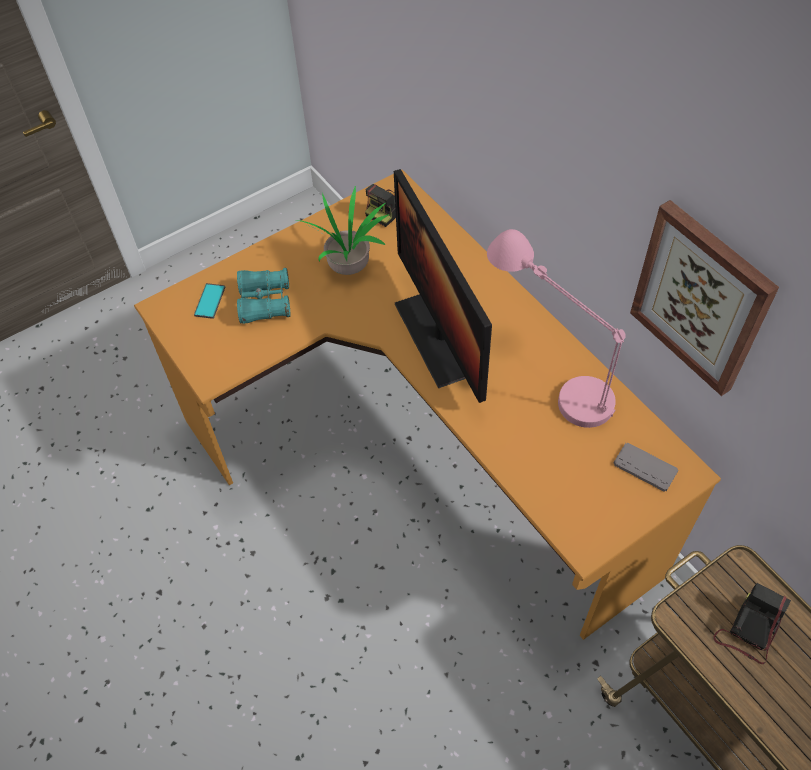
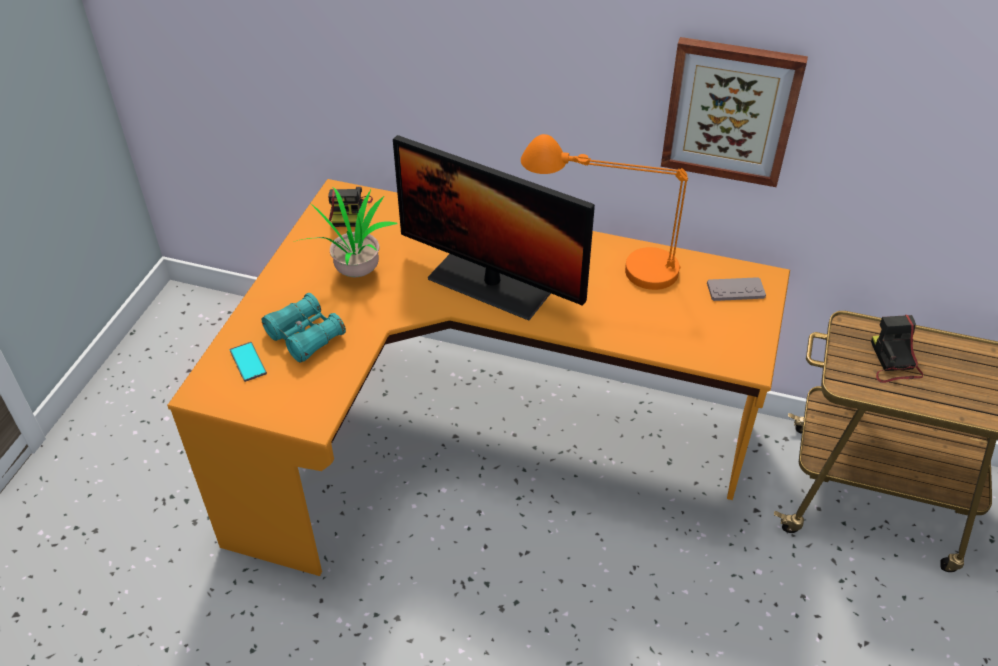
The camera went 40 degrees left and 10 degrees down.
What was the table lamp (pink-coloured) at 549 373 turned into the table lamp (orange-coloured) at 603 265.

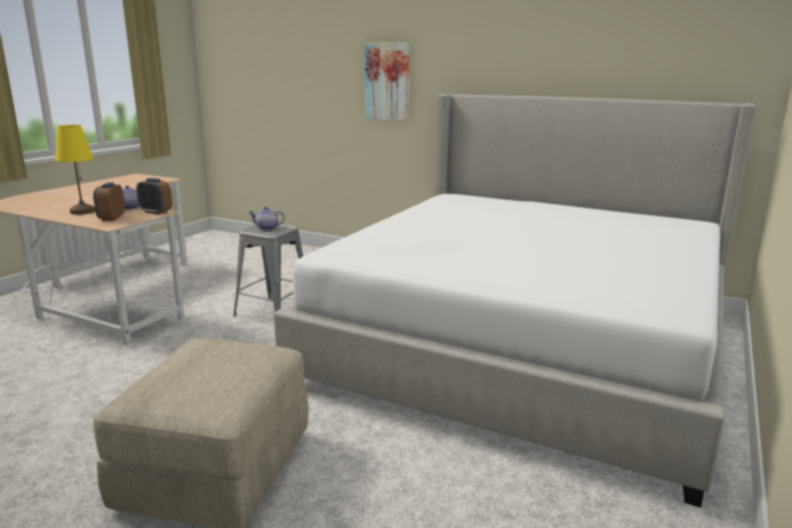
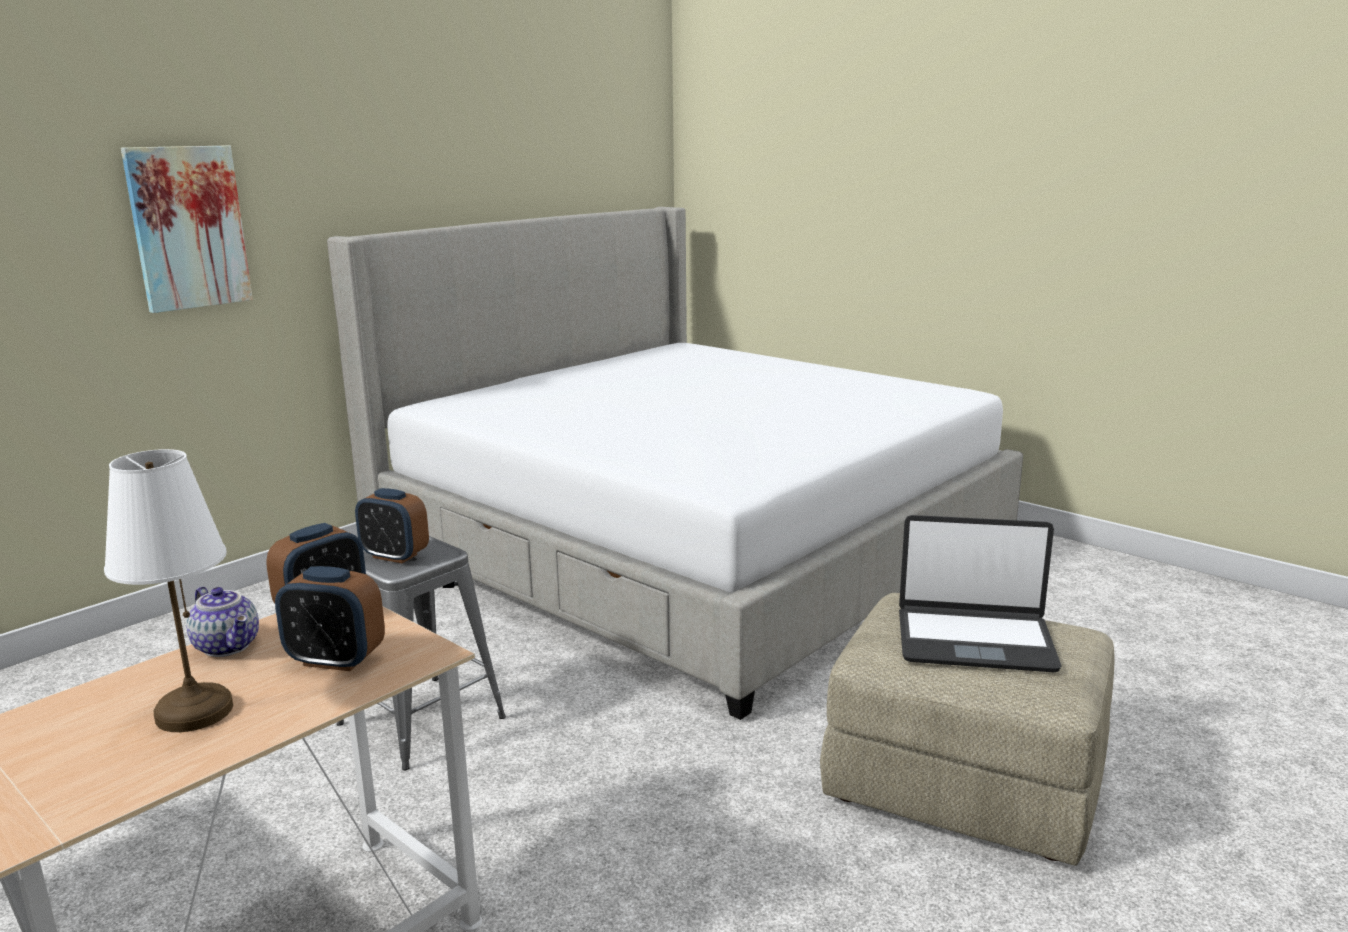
The camera went 75 degrees left and 0 degrees up.
The second view gained the notebook computer at 974 640.
Where the pot for tea stood at 266 228, the alarm clock came to stand at 395 556.
What was the table lamp (yellowish) at 82 211 turned into the table lamp (white-coloured) at 194 713.

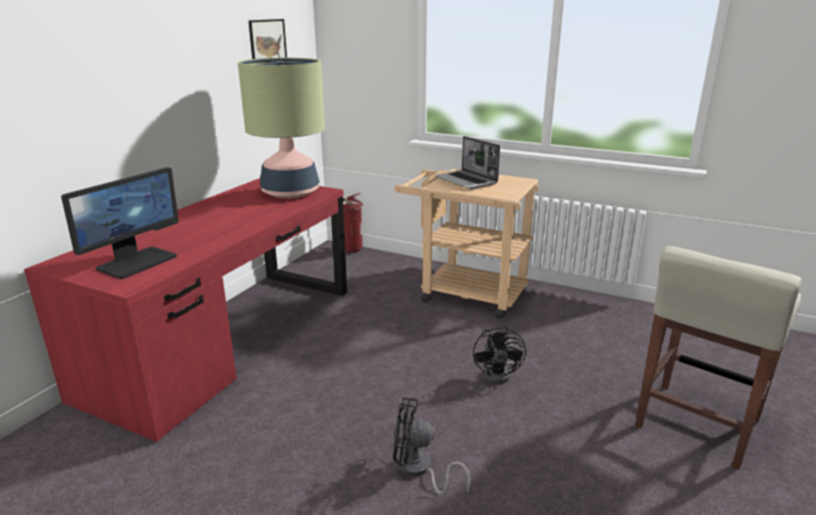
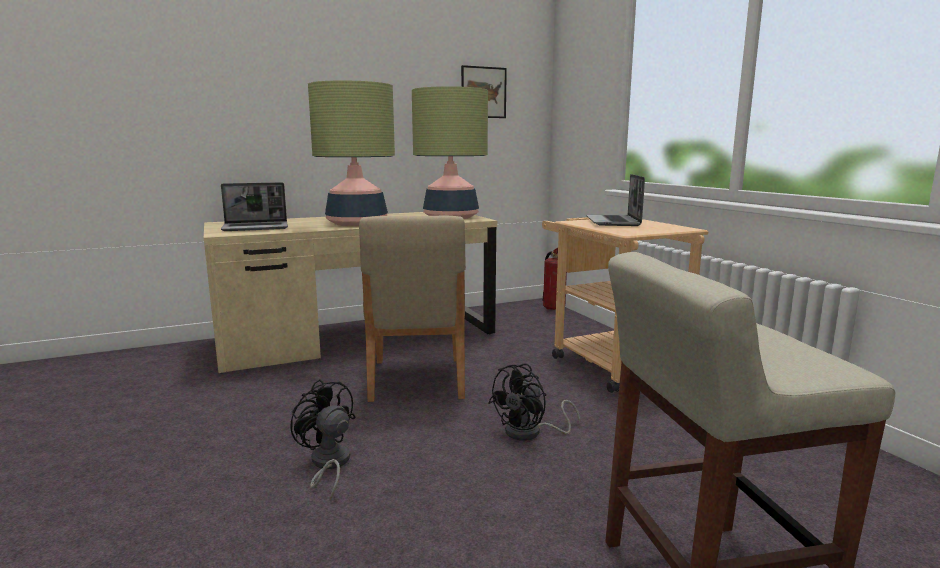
The camera went 40 degrees right and 10 degrees down.
The second view gained the table lamp at 357 223.
The second view gained the chair (beige) at 416 379.
Where the computer display stood at 137 262, the notebook computer came to stand at 256 228.
What was the desk unit (reddish) at 227 340 turned into the desk unit (beige) at 358 336.

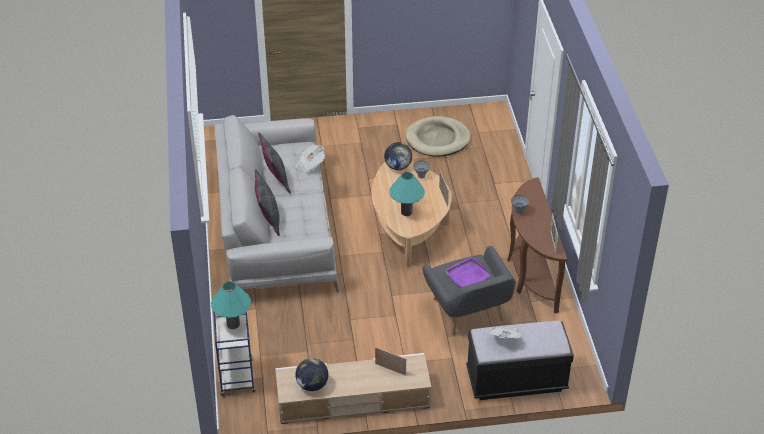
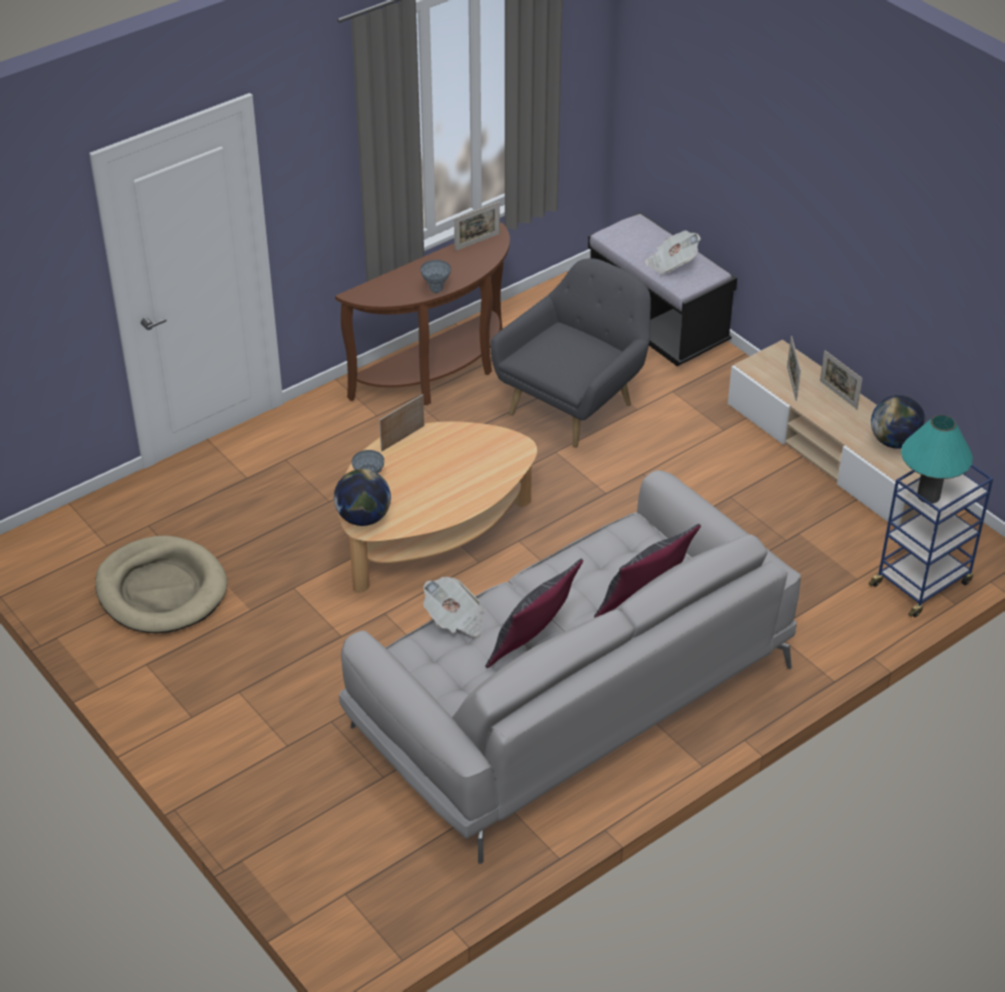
The camera went 120 degrees left and 0 degrees up.
The second view lost the table lamp (turquoise) at 406 212.
The second view lost the tray (purple-coloured) at 467 275.
The second view gained the picture frame at 838 395.

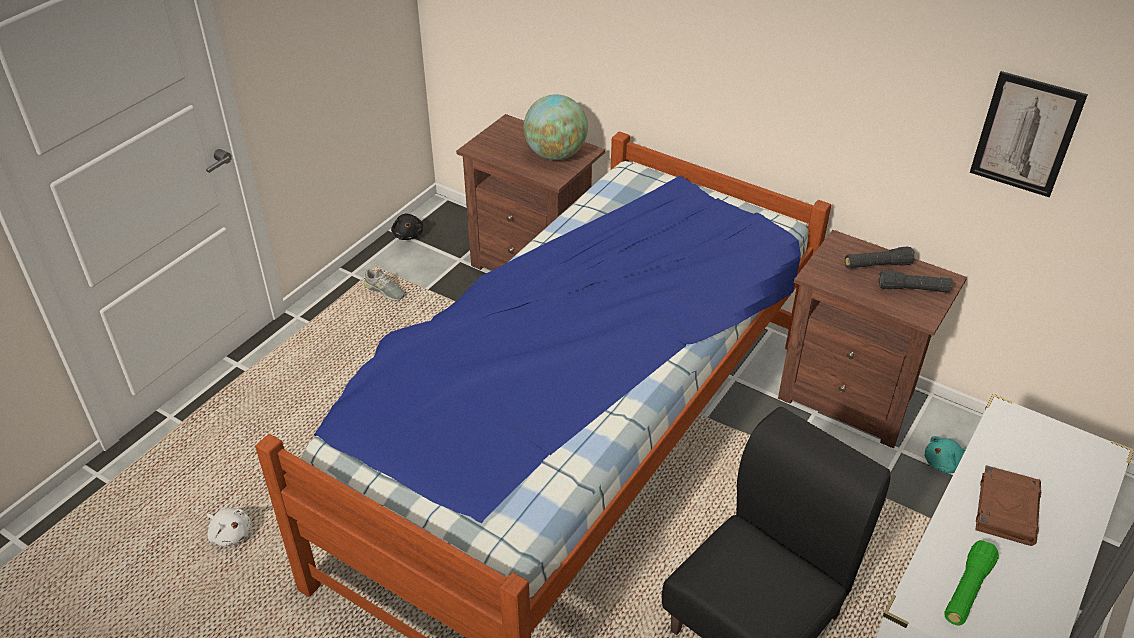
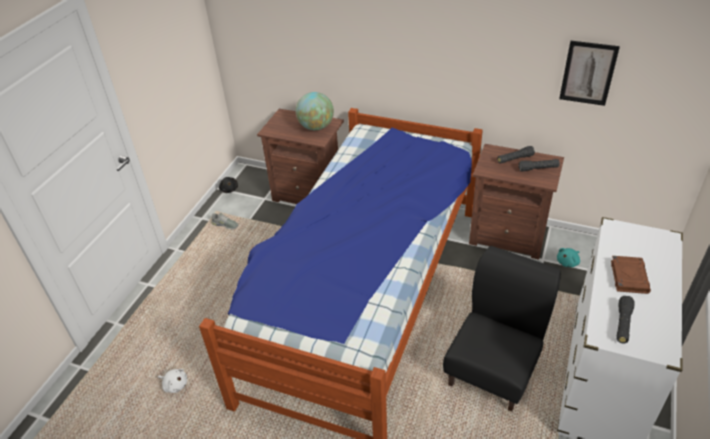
The camera went 10 degrees left and 0 degrees up.
What was the hand torch (green) at 967 590 turned into the hand torch (blackish) at 623 324.

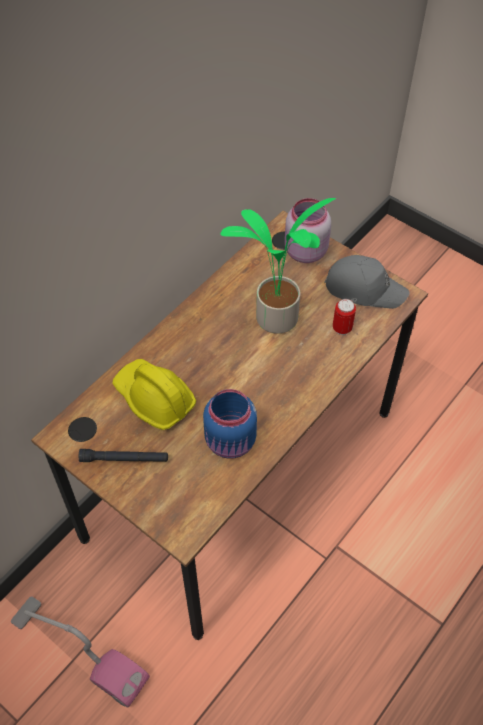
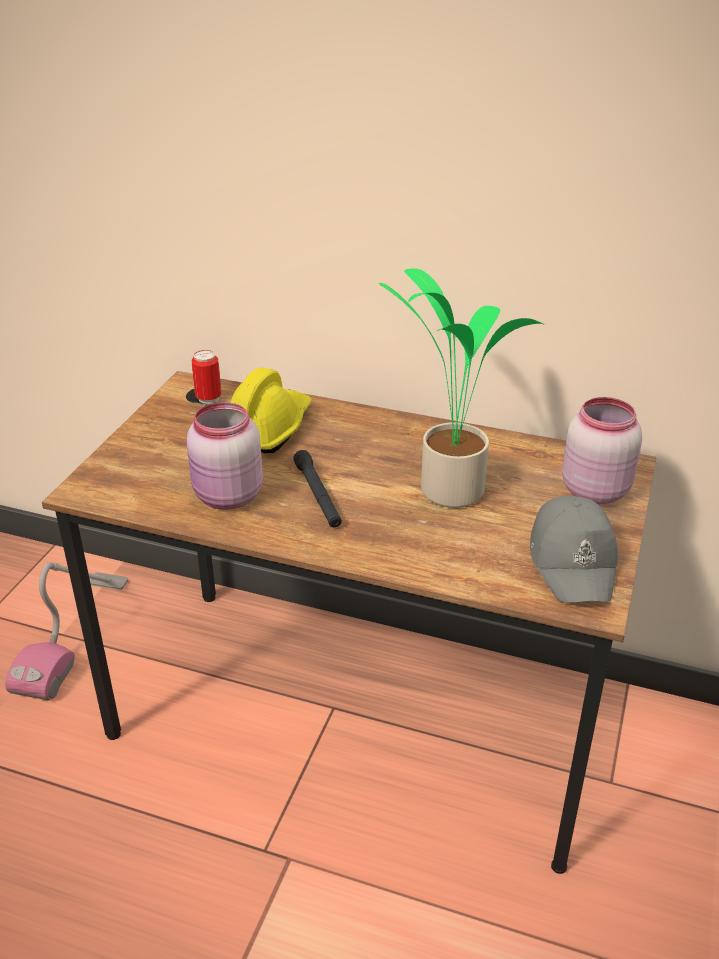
The camera went 70 degrees right and 20 degrees down.
The hand torch (blackish) ended up elsewhere, having gone from 124 459 to 318 495.
The can ended up elsewhere, having gone from 342 328 to 208 398.
What was the jar (blue-coloured) at 231 442 turned into the jar (pink-coloured) at 227 497.

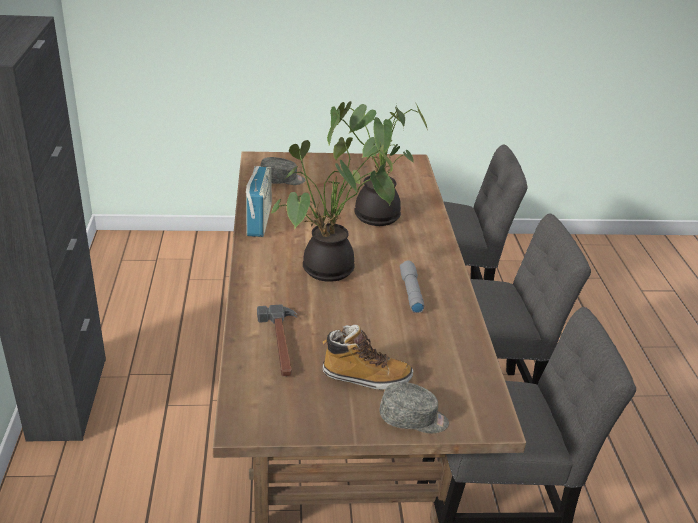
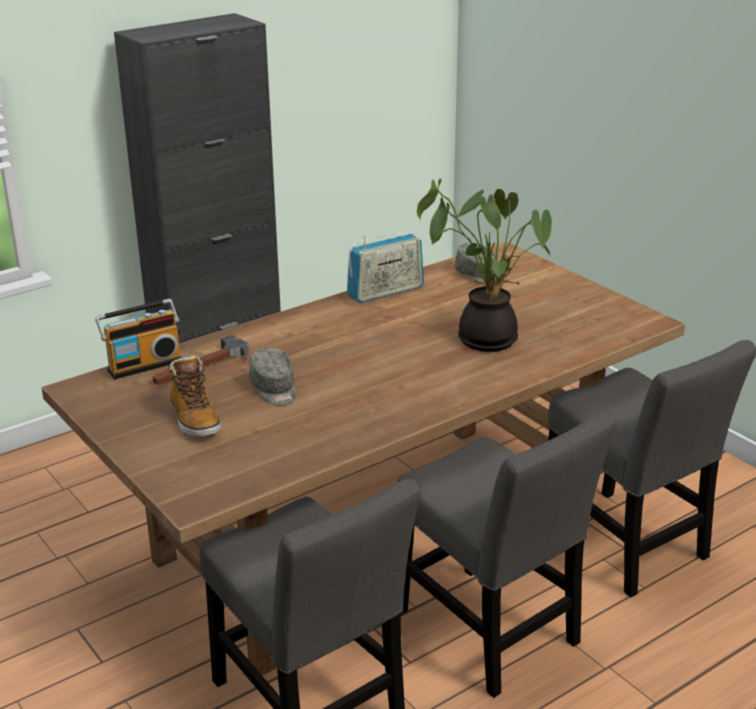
The camera went 60 degrees right and 5 degrees down.
The second view lost the plant in a pot at 327 272.
The second view lost the hand torch (greyish) at 410 292.
The second view gained the radio receiver at 143 364.
The cap (greyish) ended up elsewhere, having gone from 413 419 to 274 389.

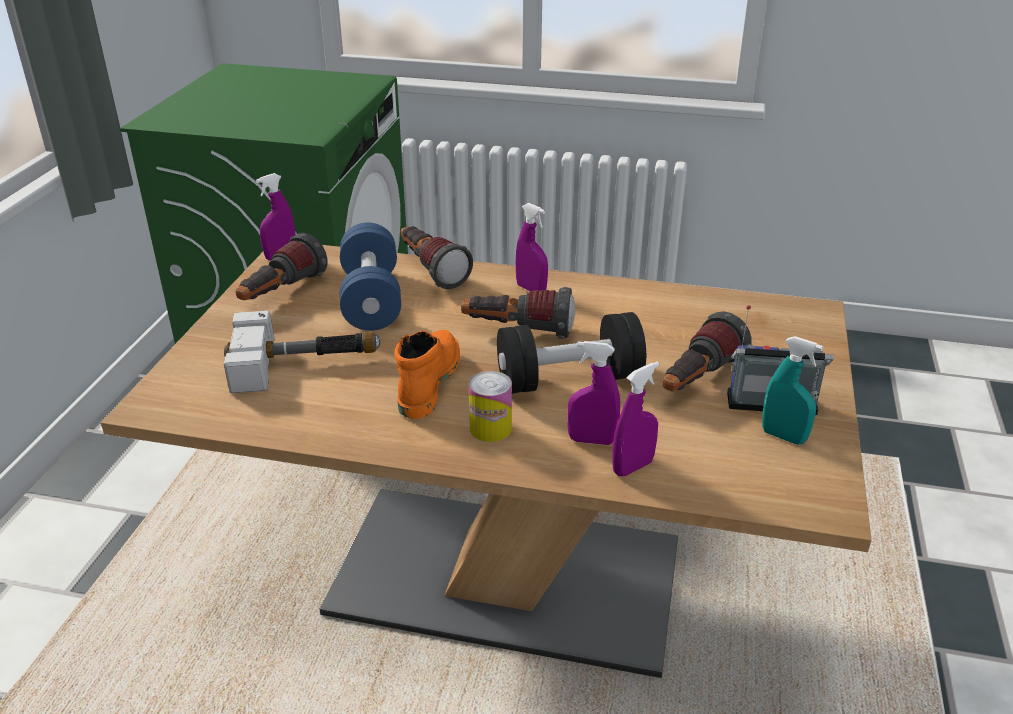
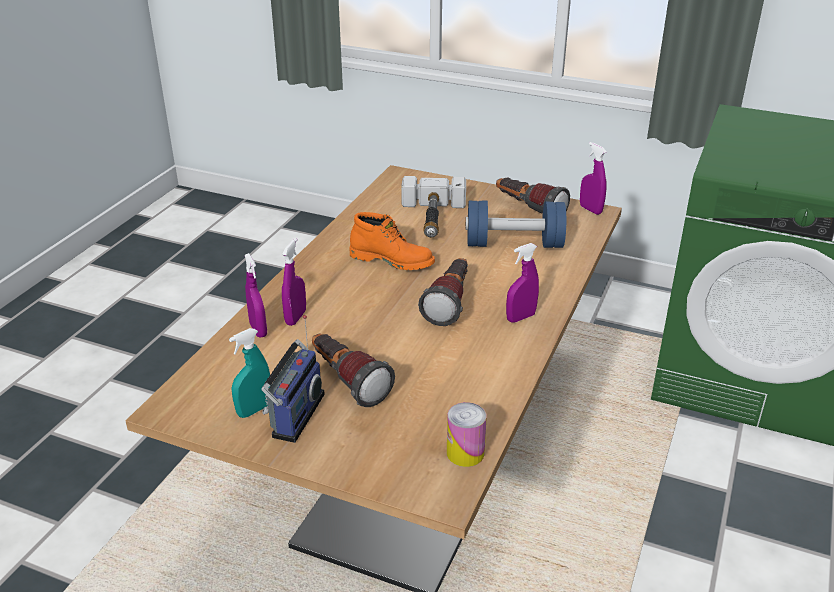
The camera went 100 degrees right and 0 degrees up.
The second view lost the hand torch at 430 270.
The second view lost the free weight (blackish) at 569 379.
The can ended up elsewhere, having gone from 490 428 to 465 453.

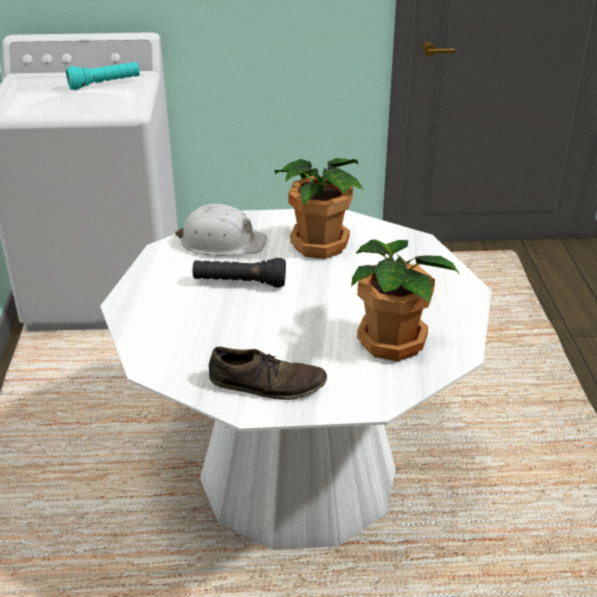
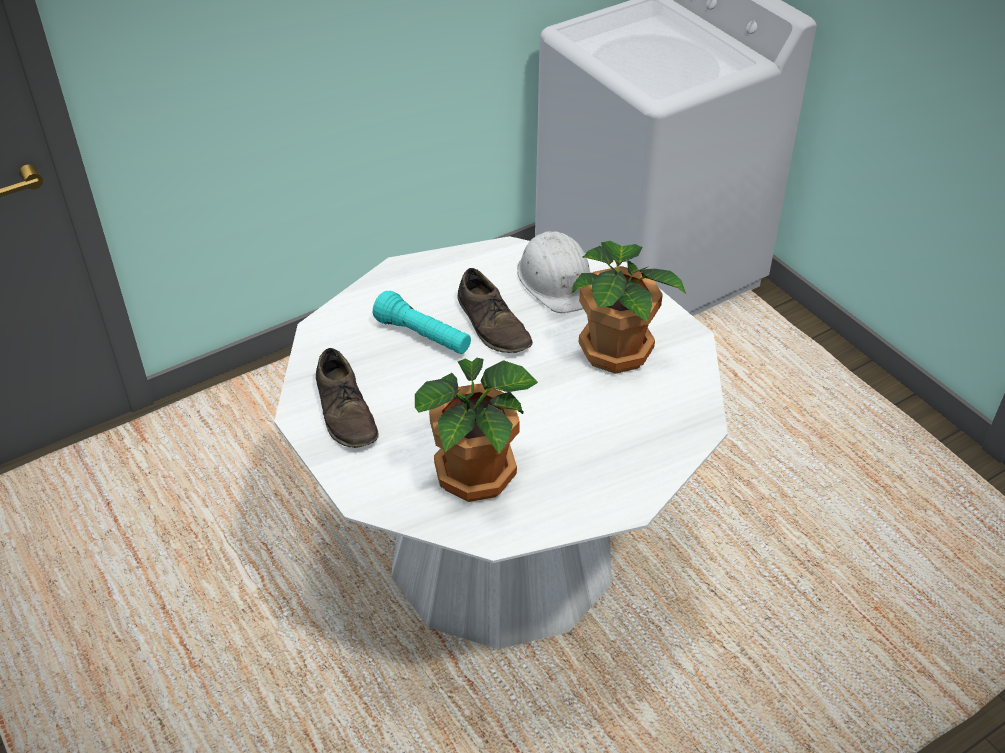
The camera went 60 degrees right and 10 degrees up.
The hand torch (turquoise) ended up elsewhere, having gone from 105 84 to 423 336.
Where the hand torch (blackish) stood at 239 283, the shoe (brown) came to stand at 493 325.

